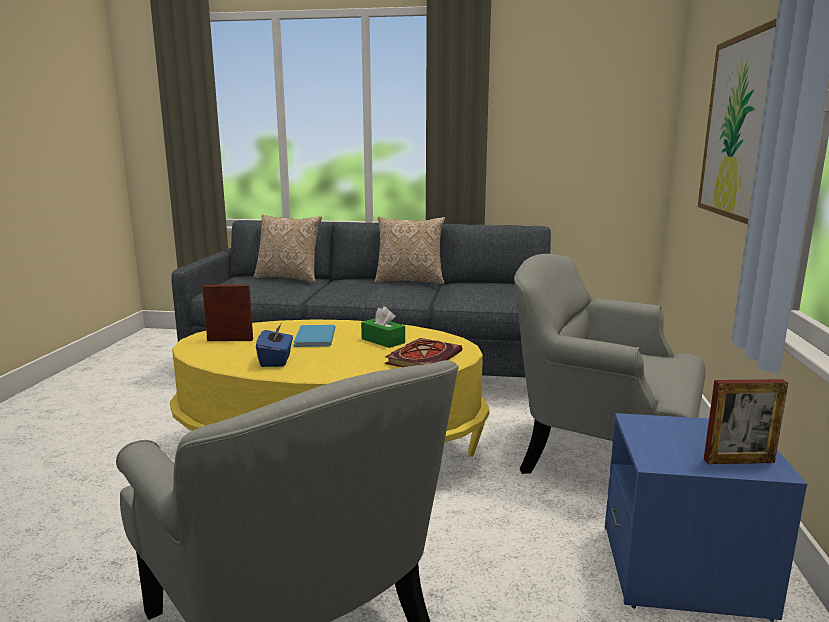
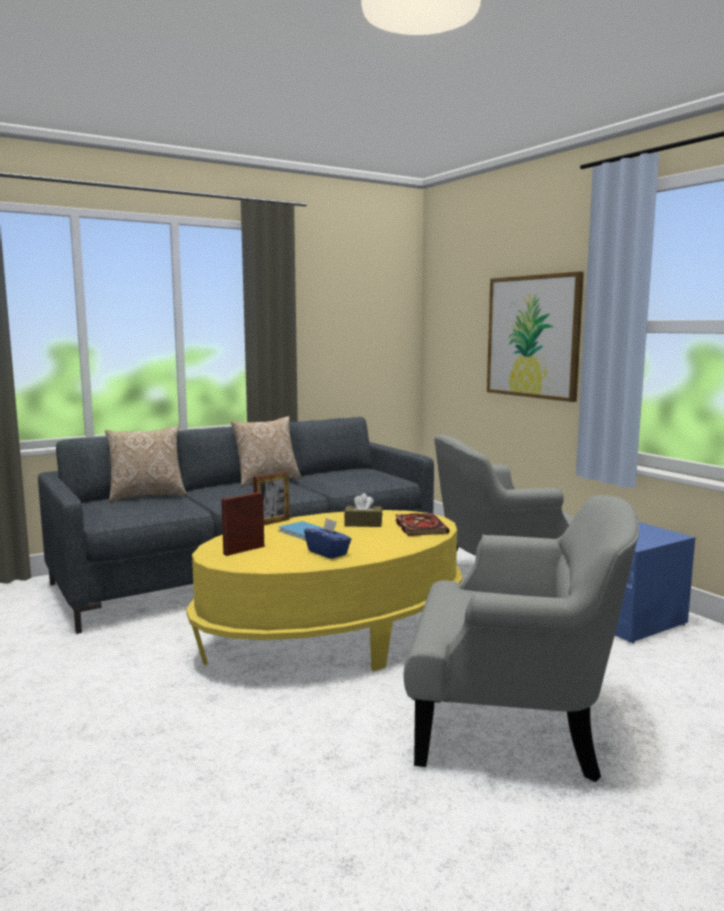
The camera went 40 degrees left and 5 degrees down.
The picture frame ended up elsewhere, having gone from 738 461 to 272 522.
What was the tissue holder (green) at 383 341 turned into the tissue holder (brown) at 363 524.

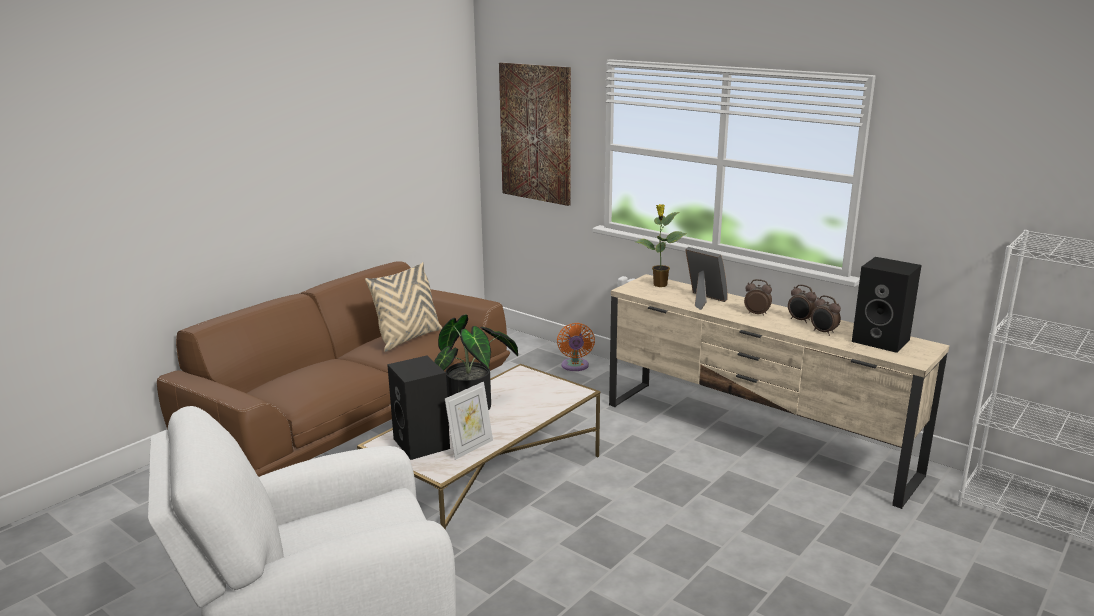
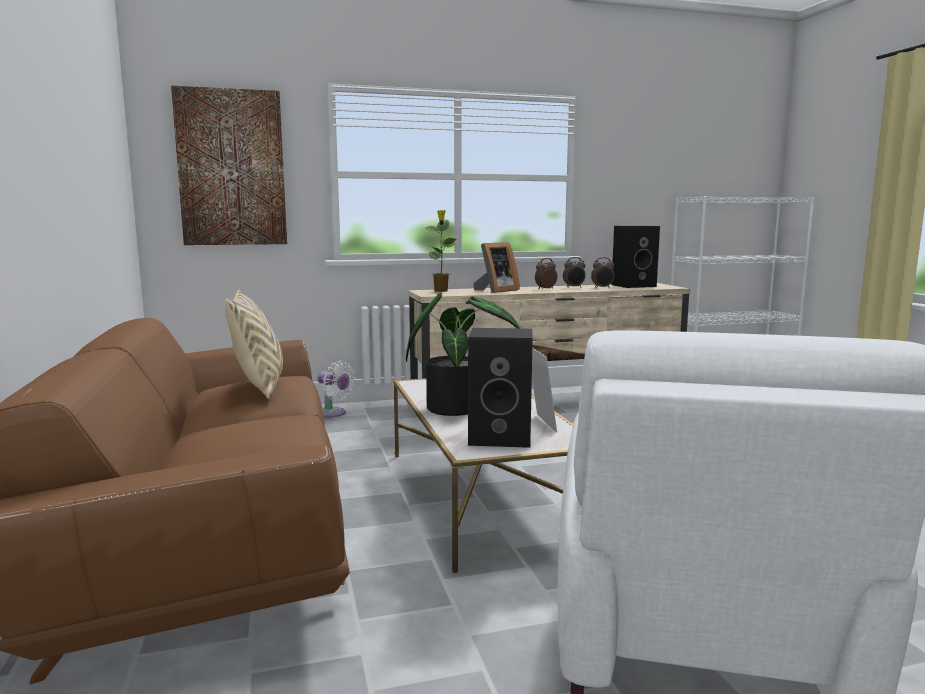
The camera went 55 degrees left and 10 degrees down.
What was the cooling fan (orange-coloured) at 575 366 turned into the cooling fan (white-coloured) at 333 414.
The picture frame at 703 300 ended up facing another way, 150 degrees clockwise from before.

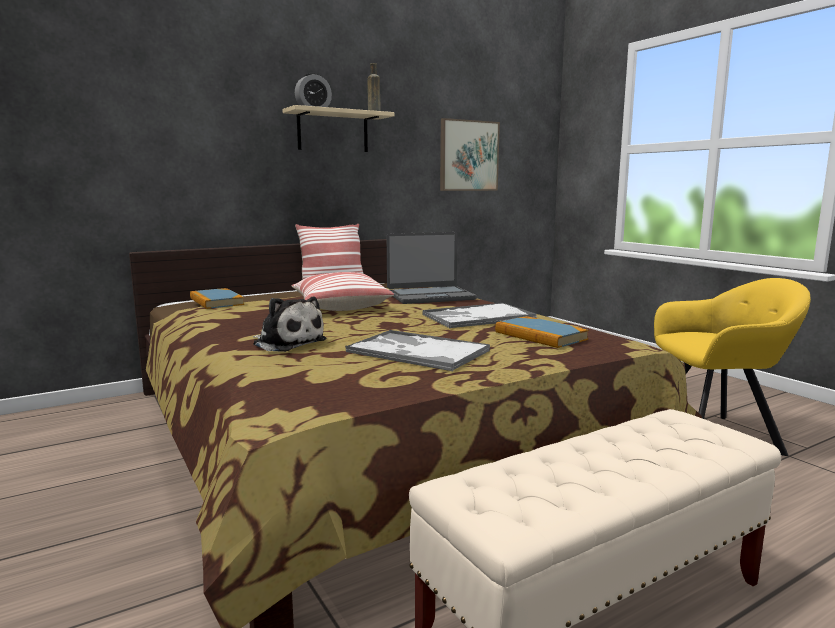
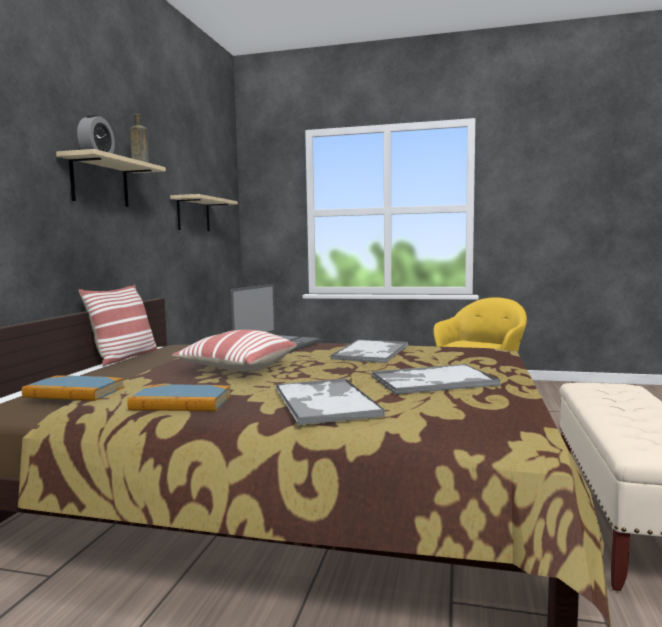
The camera went 45 degrees left and 5 degrees down.
The volume ended up elsewhere, having gone from 540 336 to 181 403.
Where the soft toy stood at 287 343, the tray came to stand at 324 402.
Where the wall art hung at 468 156, the wall shelf (beige) came to hang at 193 214.

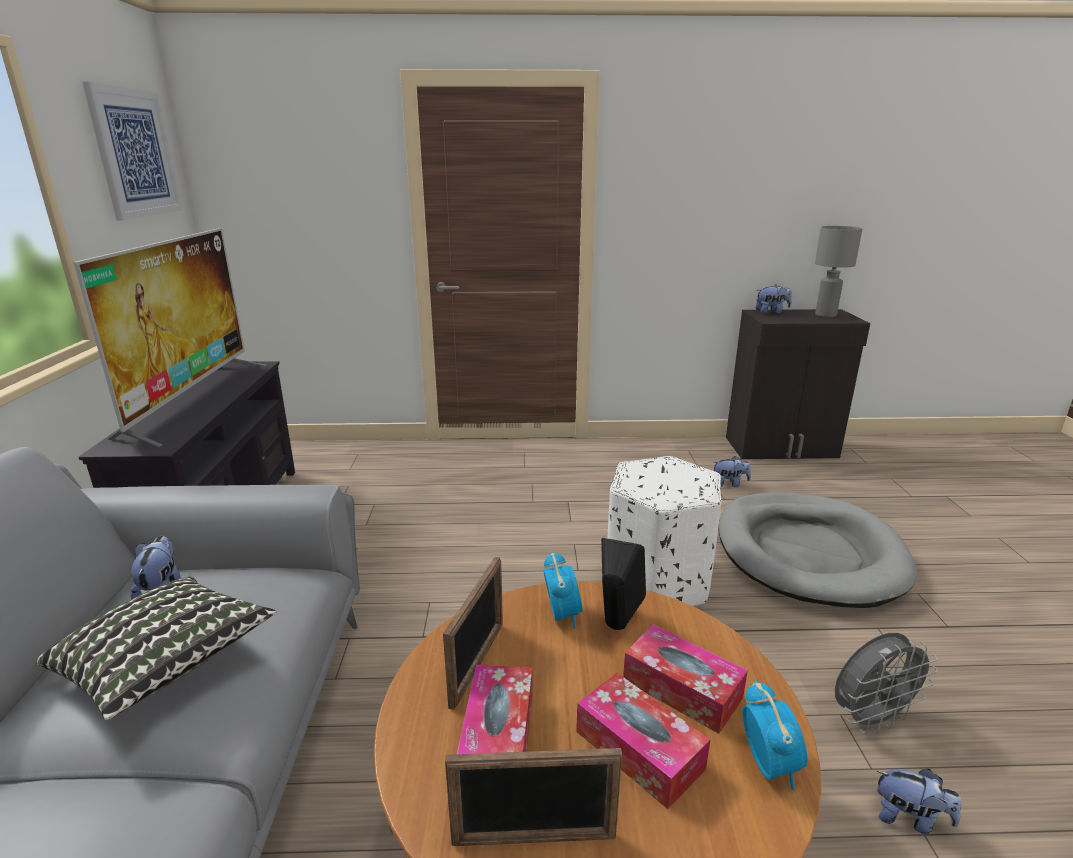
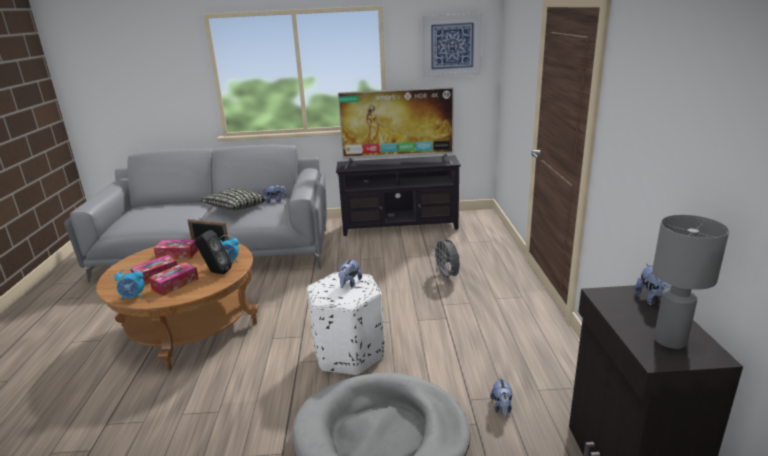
The camera went 90 degrees right and 0 degrees up.
The second view lost the picture frame at 534 839.
The cooling fan (greyish) ended up elsewhere, having gone from 870 718 to 447 277.
The soft toy ended up elsewhere, having gone from 909 818 to 349 284.

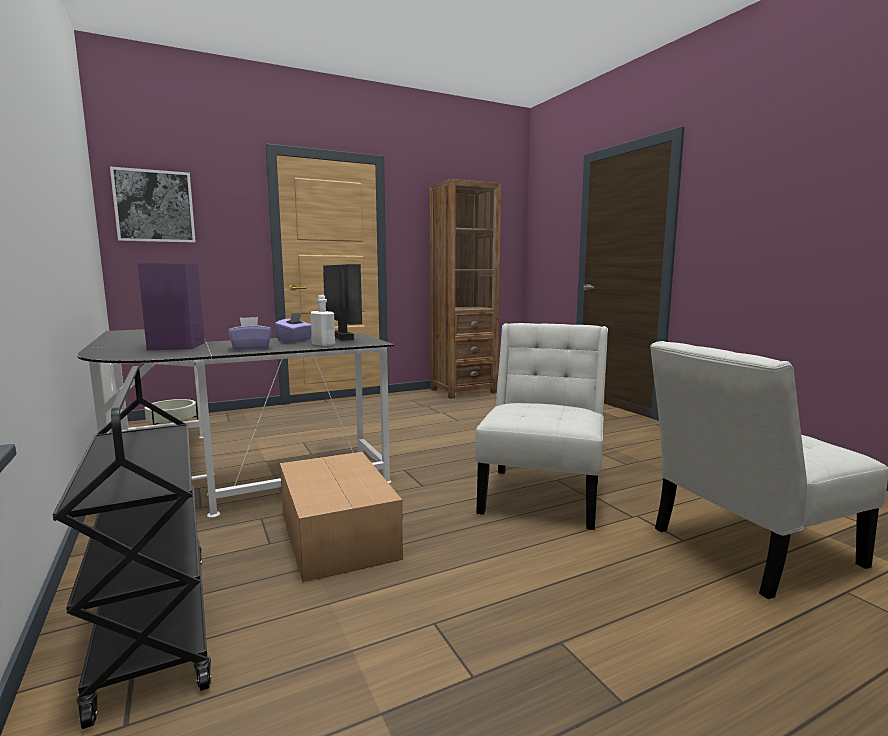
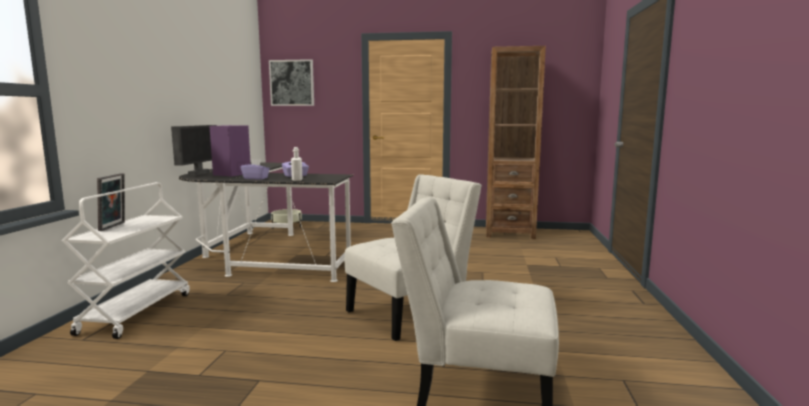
The camera went 35 degrees right and 0 degrees up.
The second view lost the carton at 338 533.
The second view gained the picture frame at 114 226.
The computer display ended up elsewhere, having gone from 341 338 to 198 174.
What was the wheeled cart (blackish) at 152 627 turned into the wheeled cart (white-coloured) at 136 312.

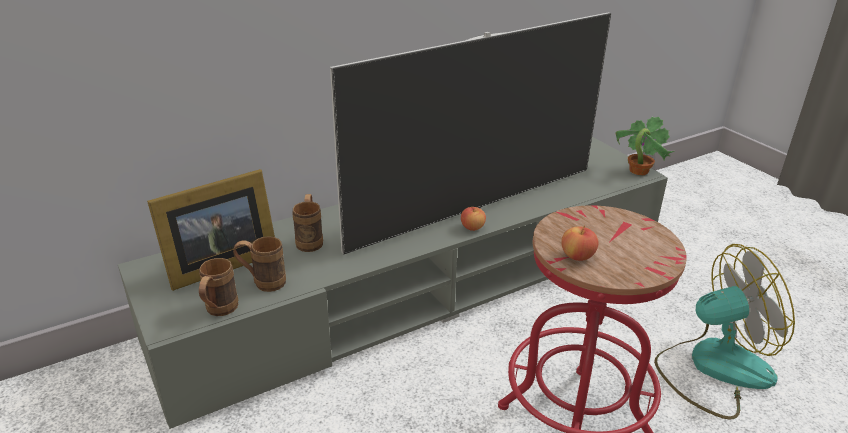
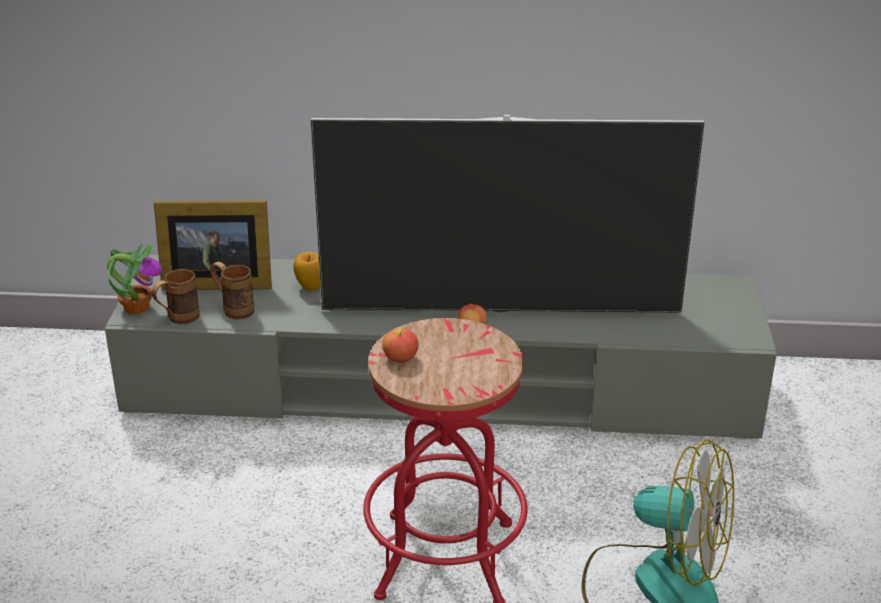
The camera went 35 degrees right and 0 degrees up.
The plant in a pot ended up elsewhere, having gone from 638 171 to 136 307.
Where the mug (brown) stood at 310 240, the whole apple came to stand at 311 287.

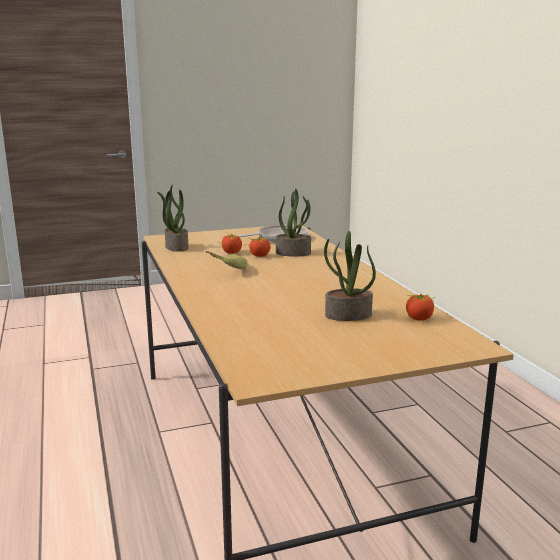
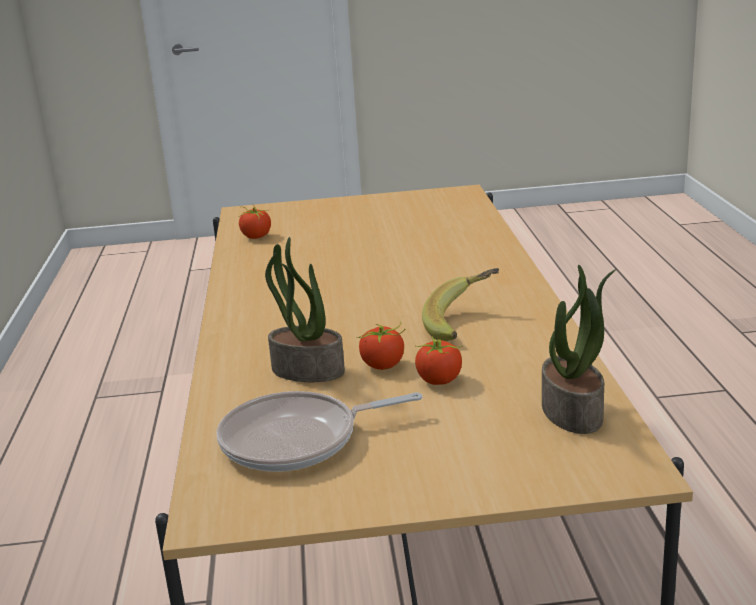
The camera went 165 degrees left and 5 degrees up.
The second view lost the plant in a pot at 348 315.

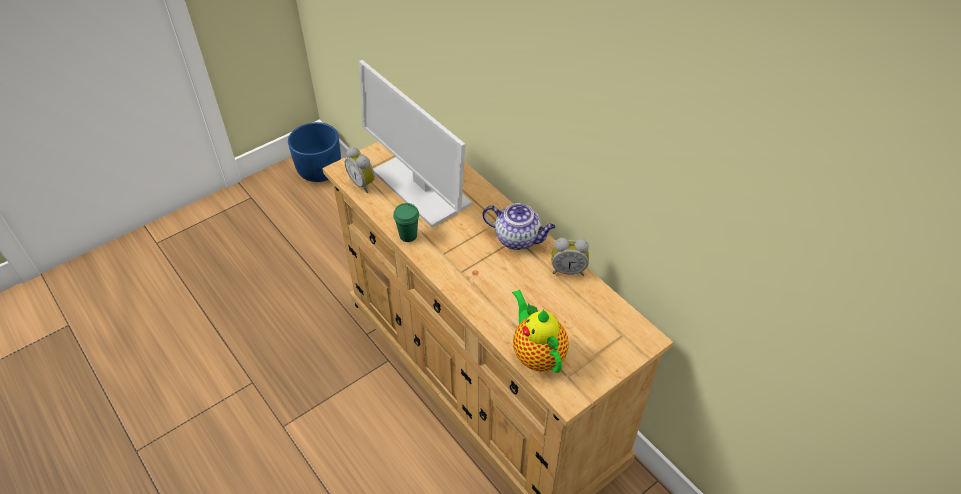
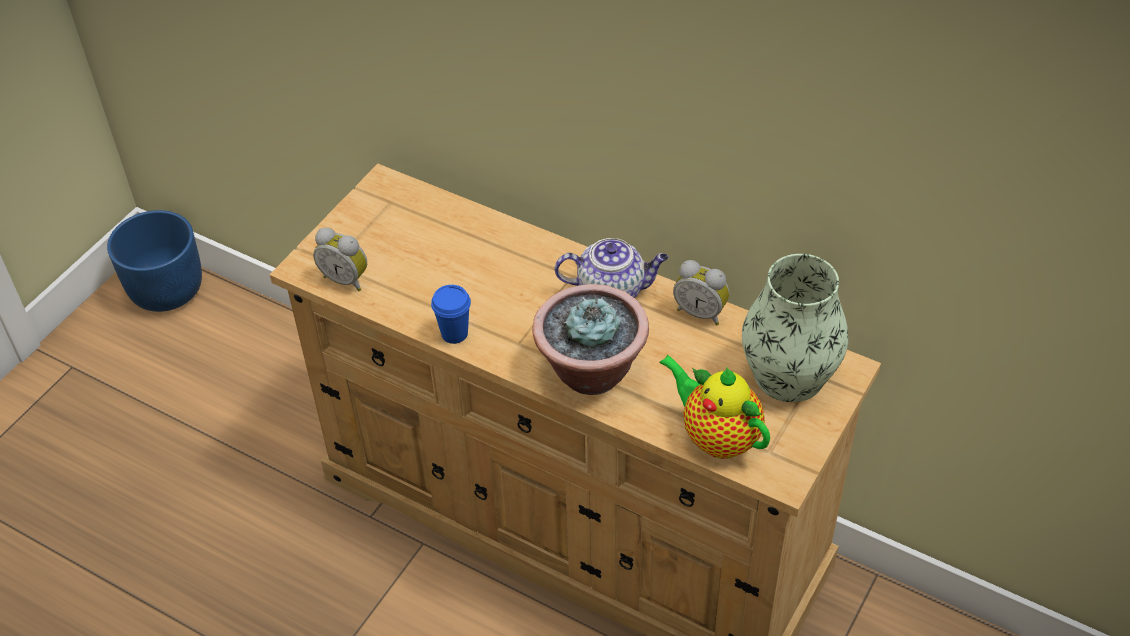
The camera went 20 degrees left and 0 degrees up.
The second view lost the computer display at 420 188.
The second view gained the plant in a pot at 590 371.
The second view gained the flower vase at 789 375.
What was the small cup (green) at 408 235 turned into the small cup (blue-coloured) at 454 333.
The alarm clock at 568 270 ended up facing another way, 45 degrees clockwise from before.

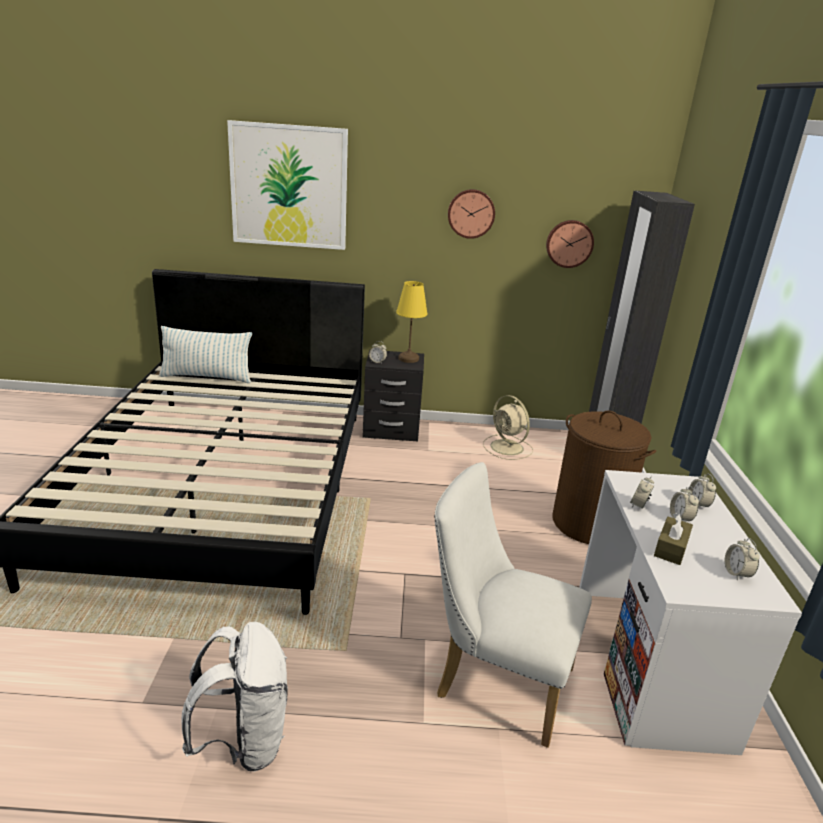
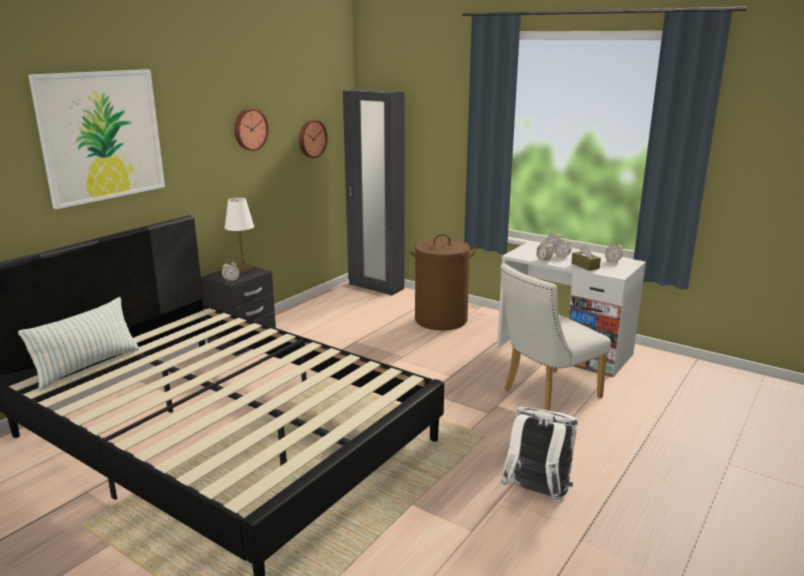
The camera went 55 degrees left and 5 degrees down.
The second view lost the cooling fan (beige) at 508 448.
What was the table lamp (yellowish) at 409 359 turned into the table lamp (white-coloured) at 243 269.

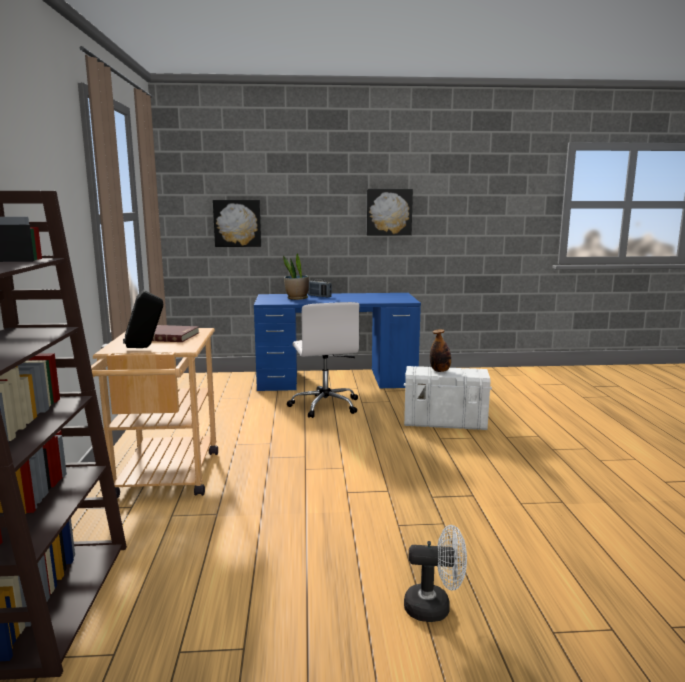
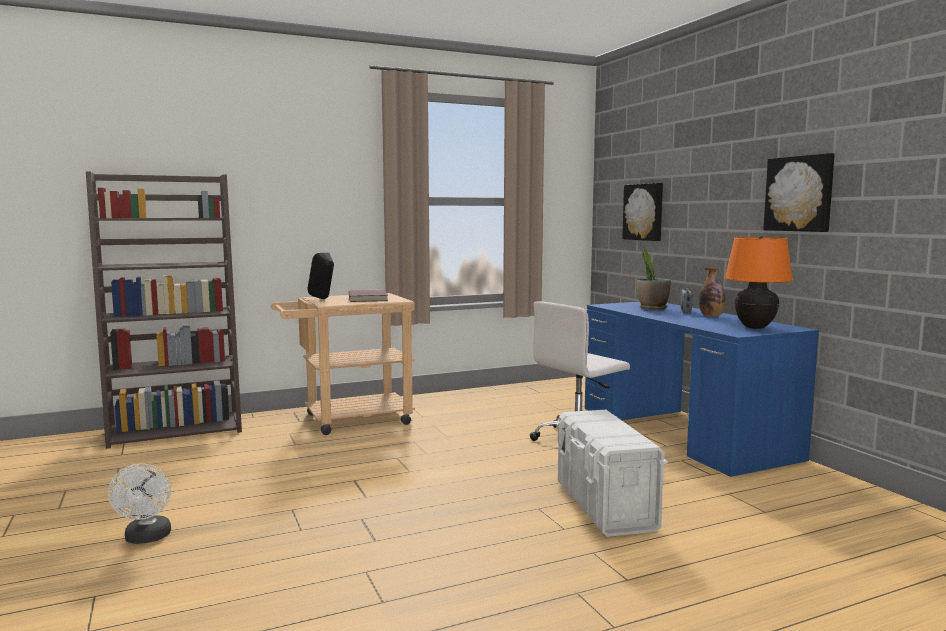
The camera went 70 degrees right and 5 degrees down.
The second view gained the table lamp (orange-coloured) at 755 327.
The bottle ended up elsewhere, having gone from 440 371 to 711 316.

